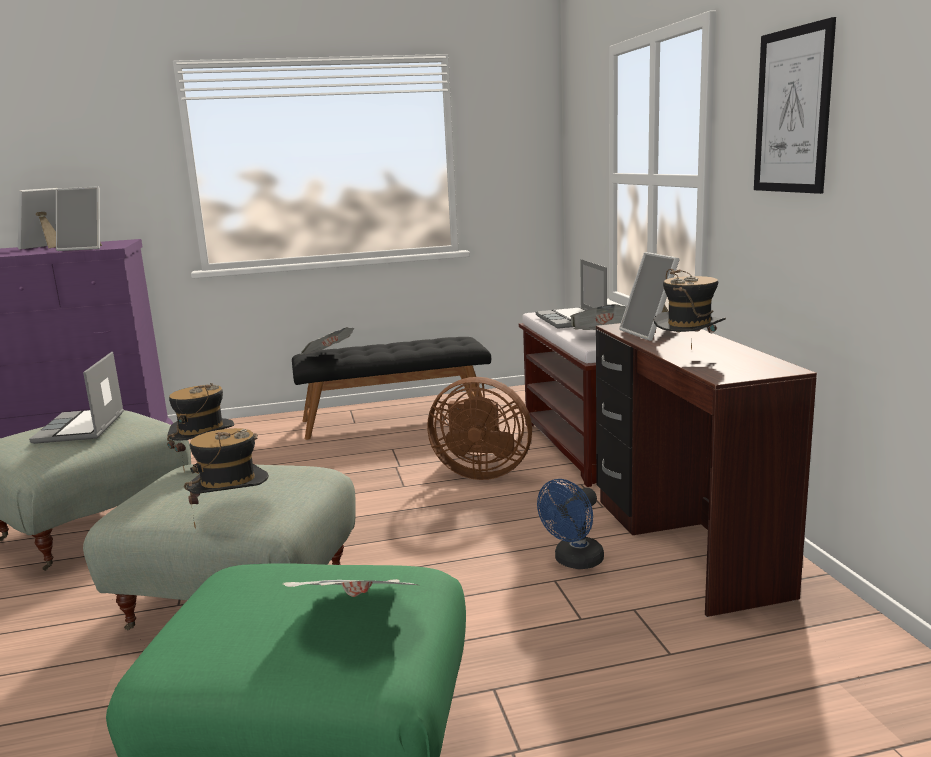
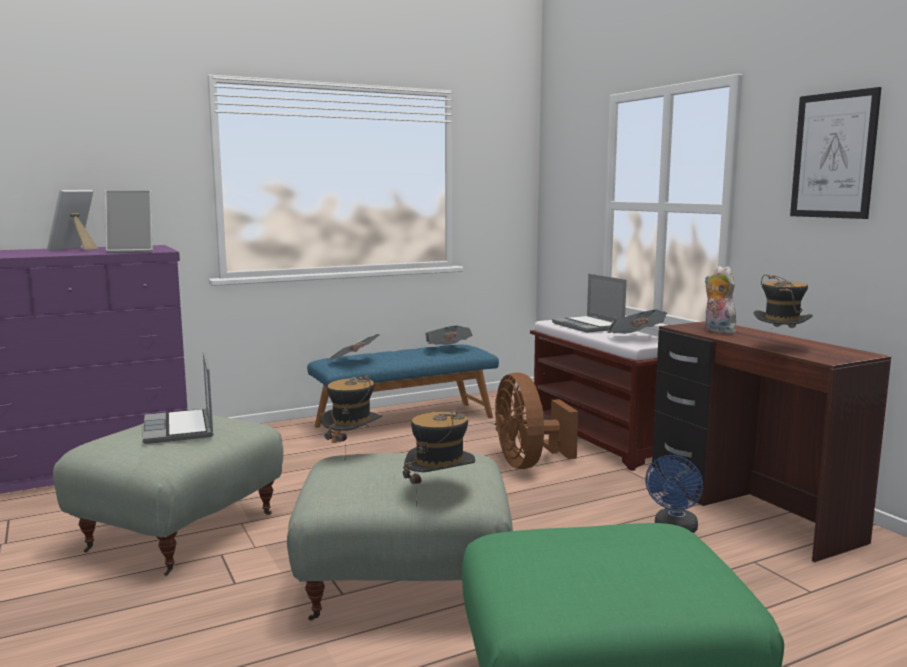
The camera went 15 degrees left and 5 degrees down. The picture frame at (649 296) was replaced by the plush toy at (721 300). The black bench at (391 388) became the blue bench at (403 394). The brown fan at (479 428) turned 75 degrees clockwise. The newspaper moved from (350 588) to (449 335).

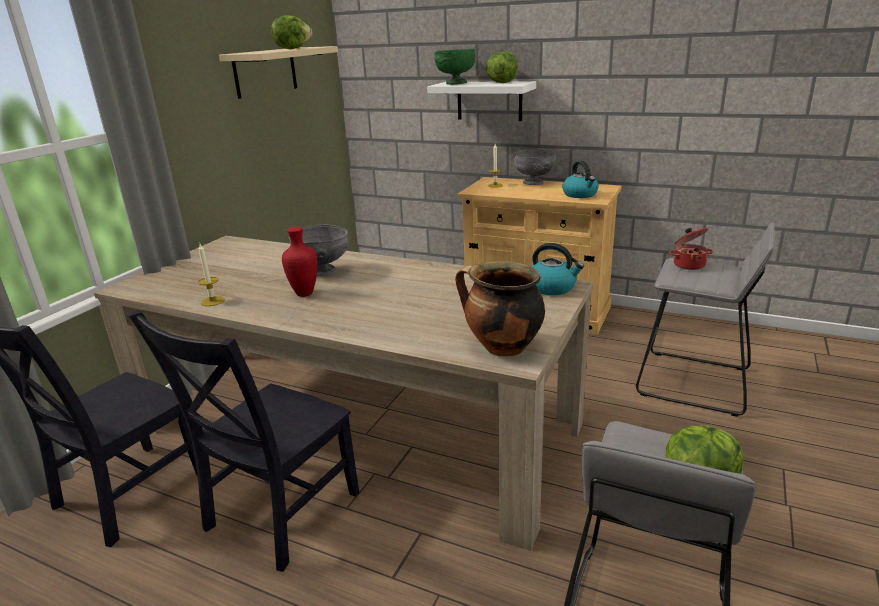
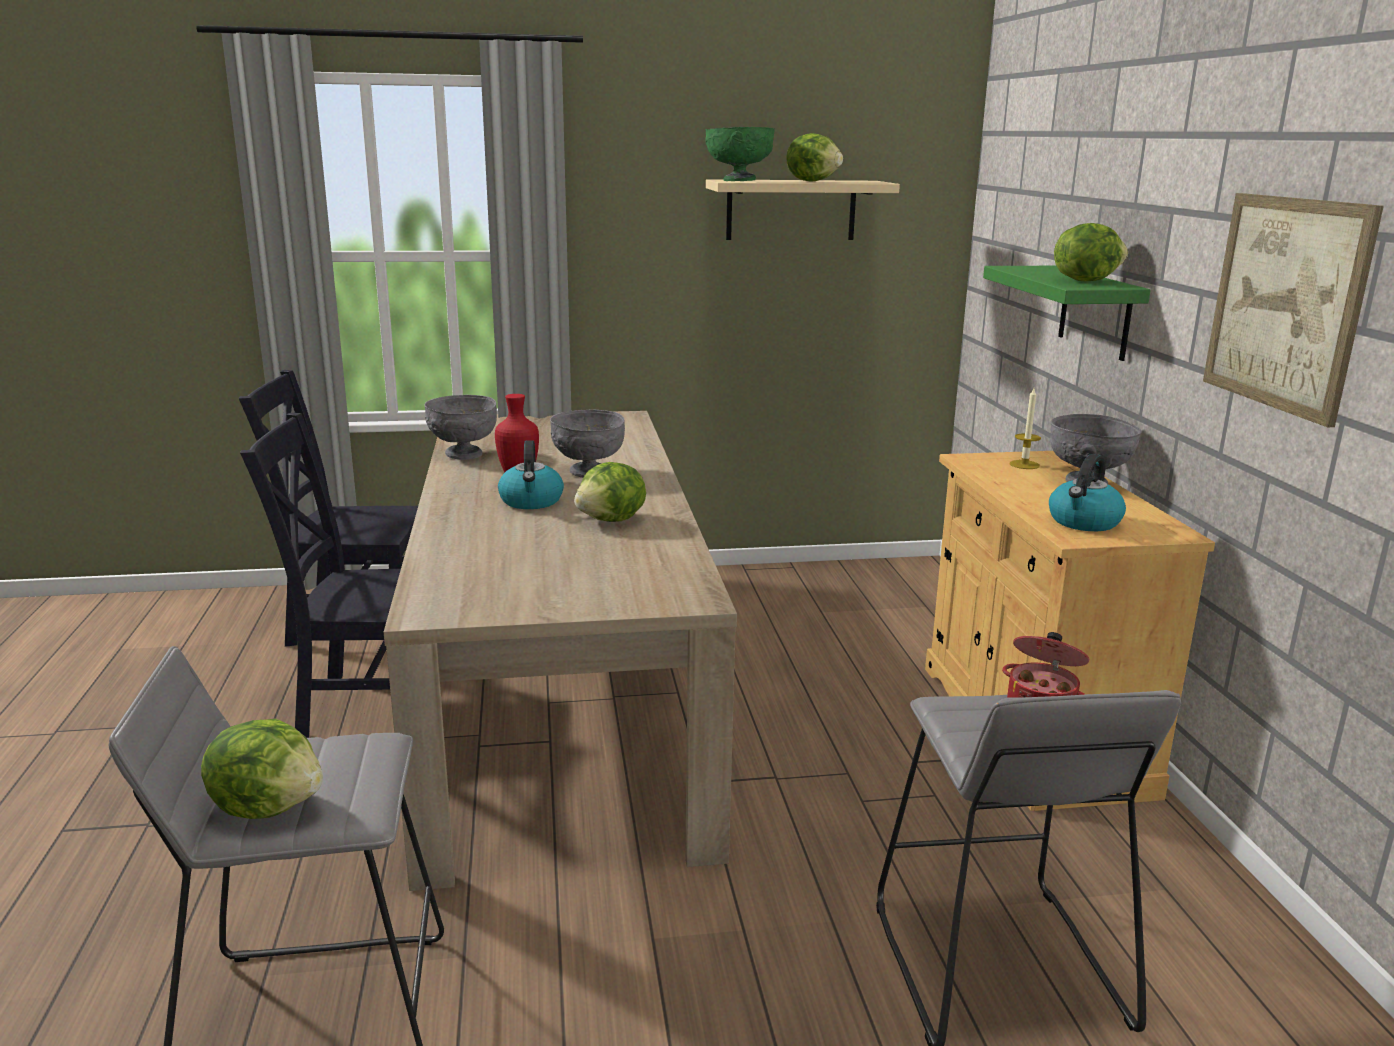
The camera went 55 degrees right and 5 degrees down. The green bowl moved from (455 67) to (740 154). The white shelf at (481 101) became the green shelf at (1067 313). The kettle moved from (557 269) to (531 474). The candle at (211 275) was replaced by the grey bowl at (460 427). The cooking pot at (500 308) disappeared. The picture at (1293 310) appeared. The lettuce at (610 492) appeared.

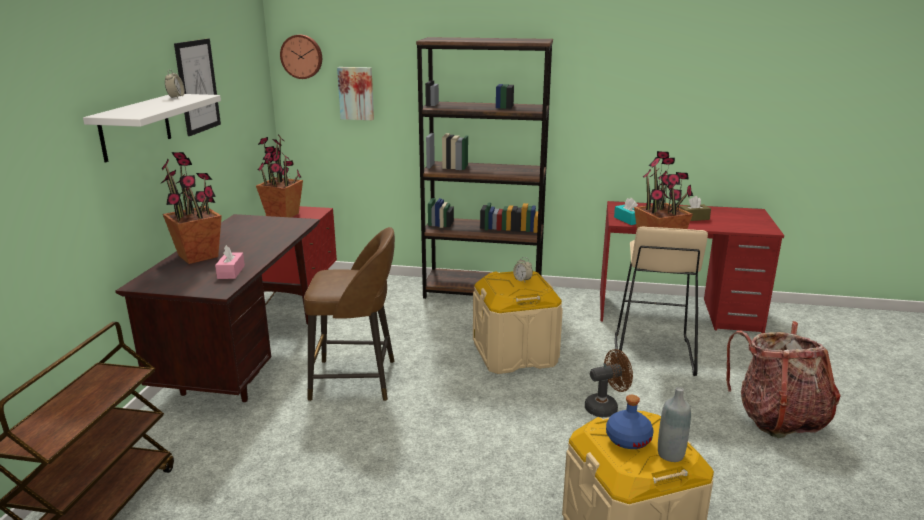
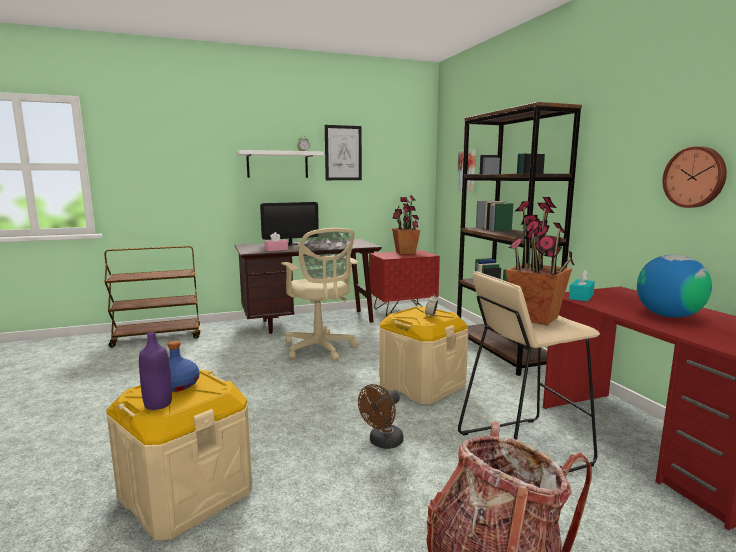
The camera went 60 degrees right and 10 degrees down. The wall clock moved from (301 57) to (694 177). The potted plant at (191 208) was replaced by the monitor at (289 224). The brown tissue box at (695 208) was replaced by the globe at (674 286). The brown stool at (349 314) was replaced by the beige office chair at (319 294). The brown fan at (609 383) turned 90 degrees clockwise. The grey bottle at (674 424) became the purple bottle at (155 371).

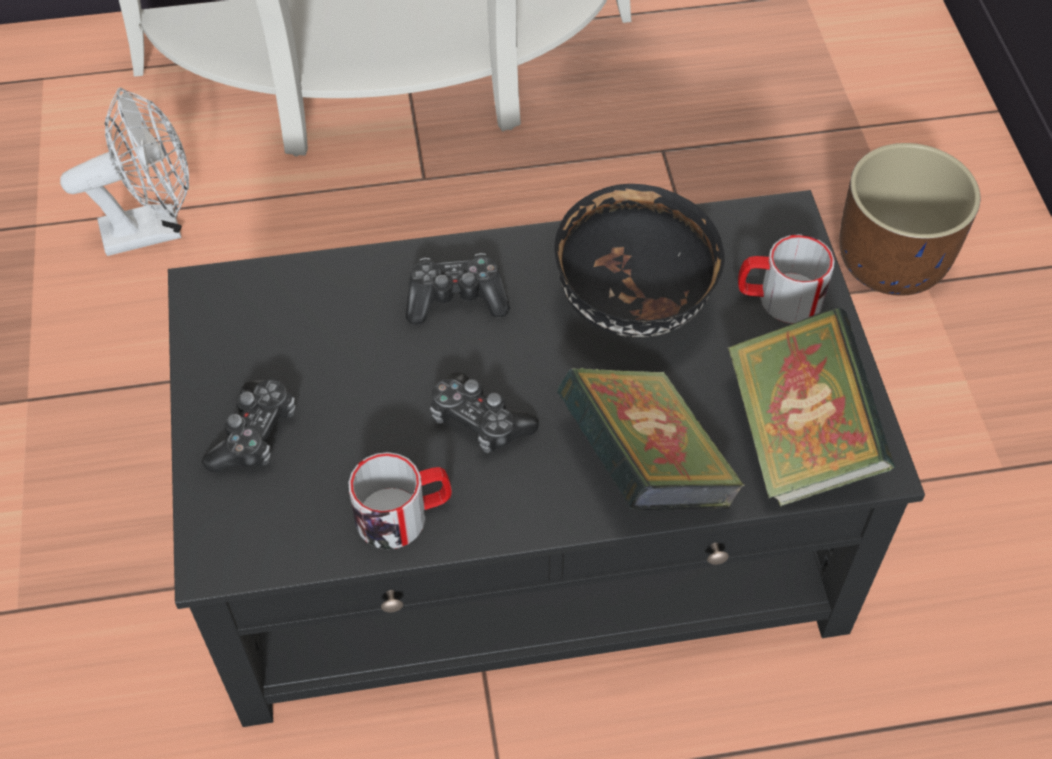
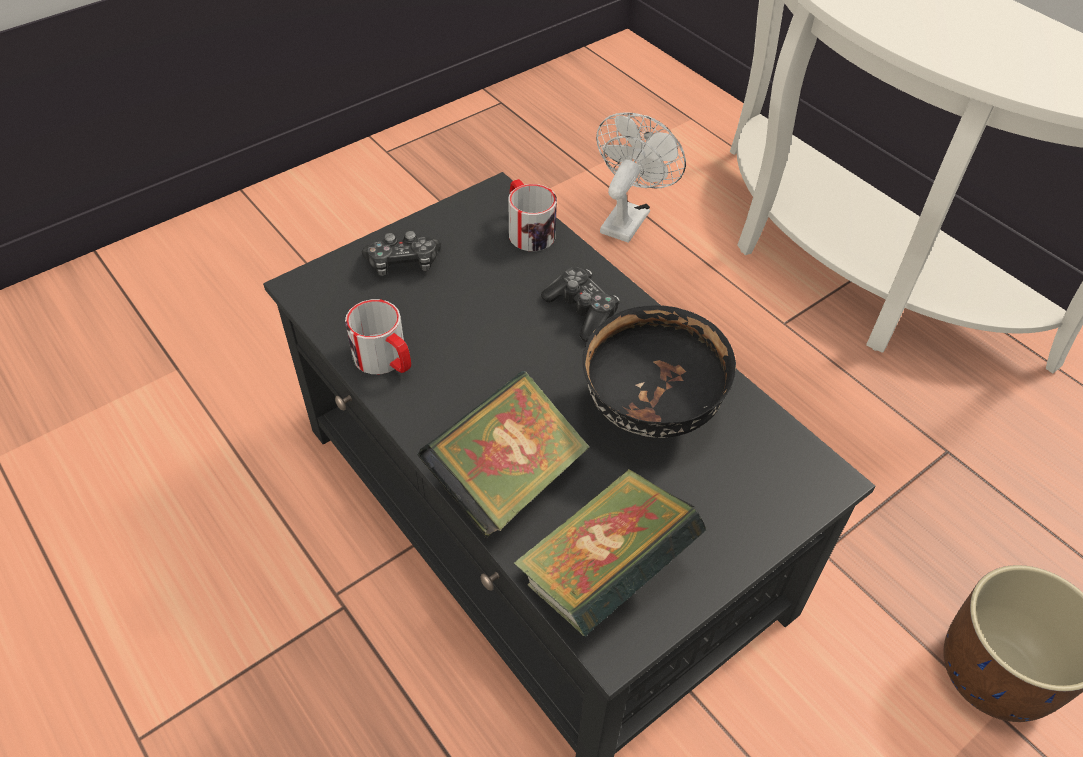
The camera went 60 degrees right and 5 degrees down. The white fan at (124 171) turned 105 degrees counterclockwise. The mug moved from (786 278) to (532 215). The game controller at (484 412) disappeared.

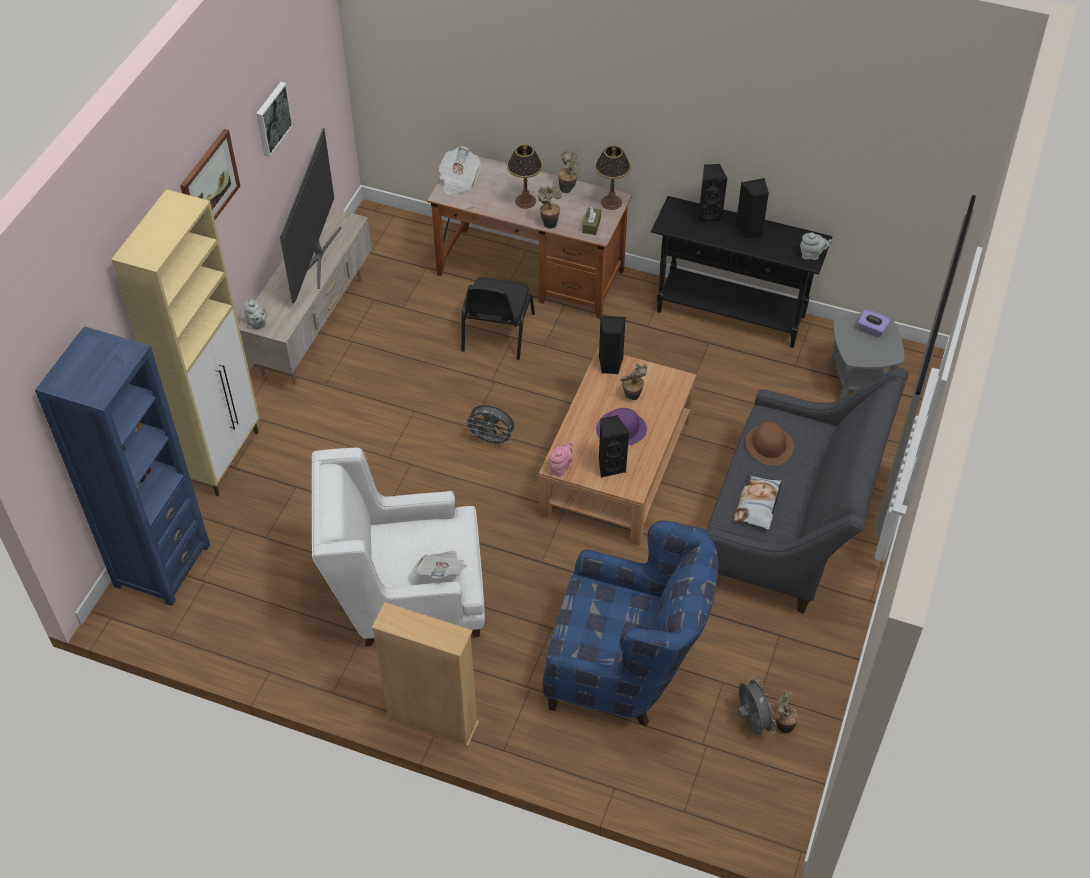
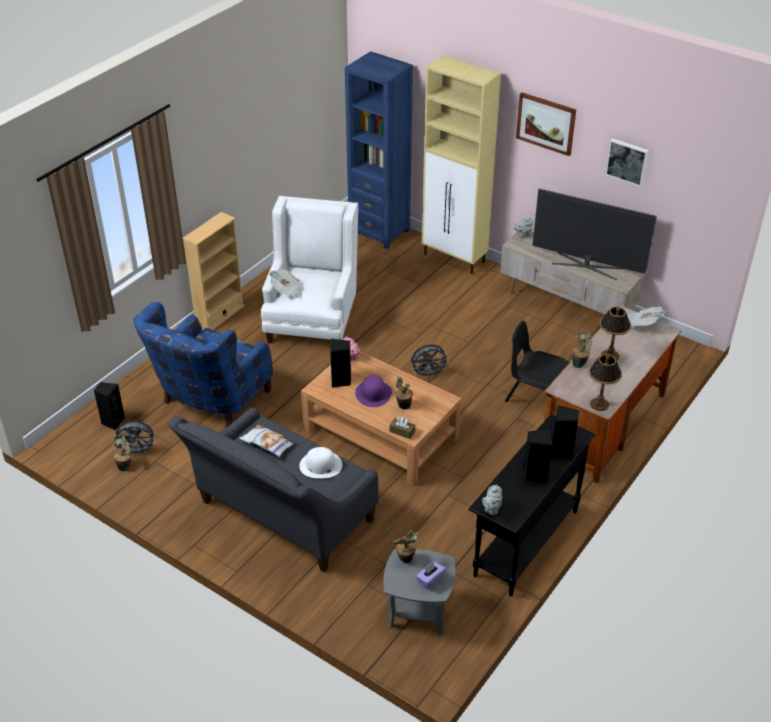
The camera went 105 degrees right and 10 degrees down. The potted plant moved from (568 171) to (405 546). The brown tissue box moved from (591 221) to (402 428). The black speaker moved from (612 344) to (109 406). The grey fan at (489 426) turned 135 degrees counterclockwise. The brown hat at (769 443) became the white hat at (320 463).

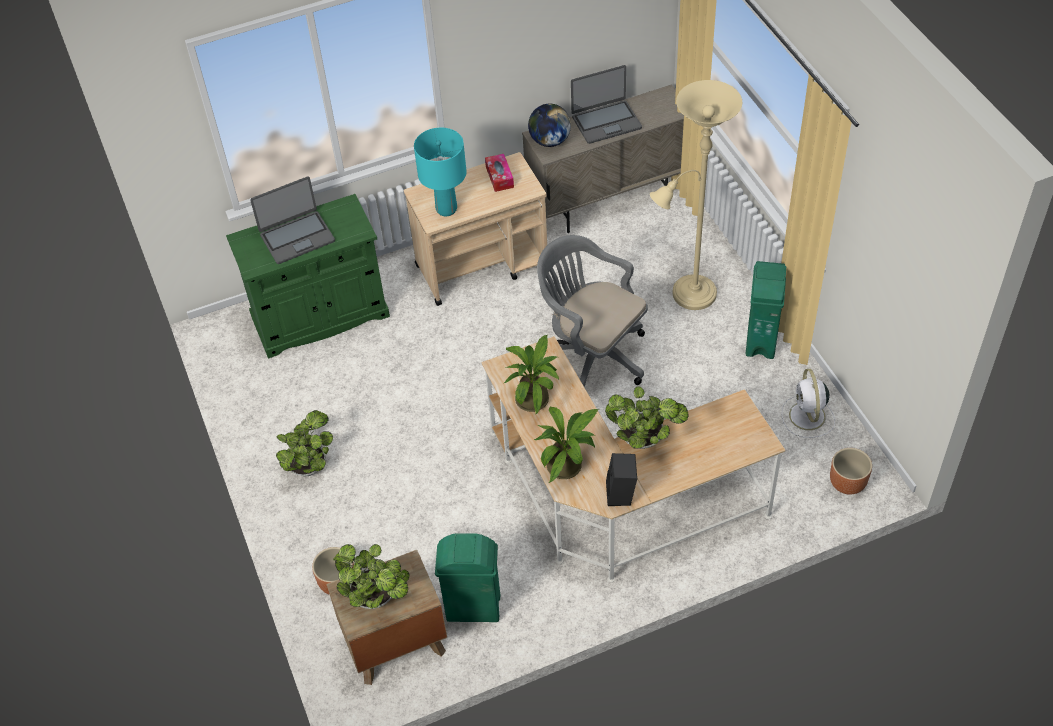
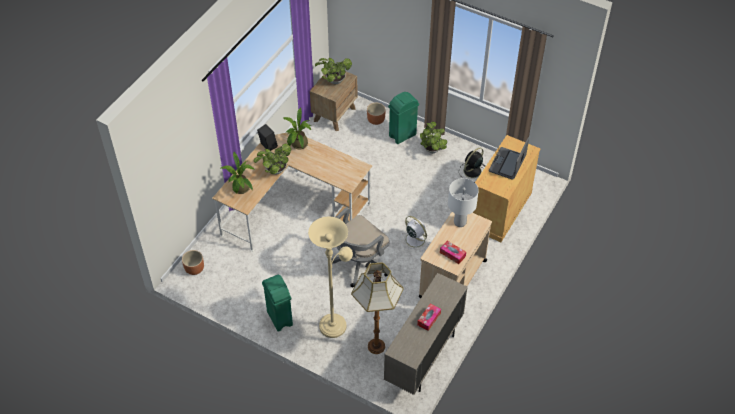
The camera went 140 degrees right and 0 degrees up. The laptop at (606 104) was replaced by the tissue box at (429 317). The globe at (549 125) disappeared. The turquoise table lamp at (440 172) became the white table lamp at (463 202). The green cabinet at (308 276) became the beige cabinet at (506 188). The grey office chair at (592 311) turned 135 degrees clockwise. The potted plant moved from (531 375) to (238 173). The white fan moved from (808 403) to (415 233). The green trash can moved from (467 577) to (403 118). The black fan at (472 163) appeared. The floor lamp at (377 308) appeared.

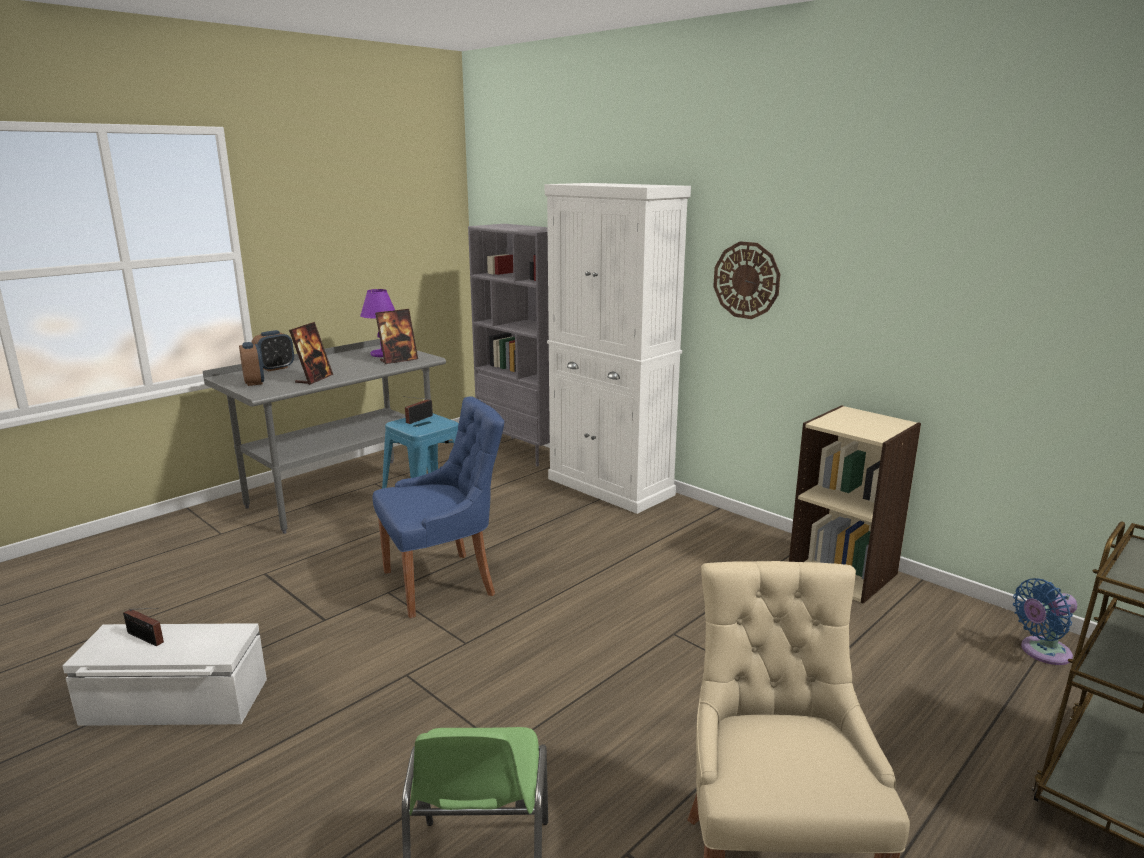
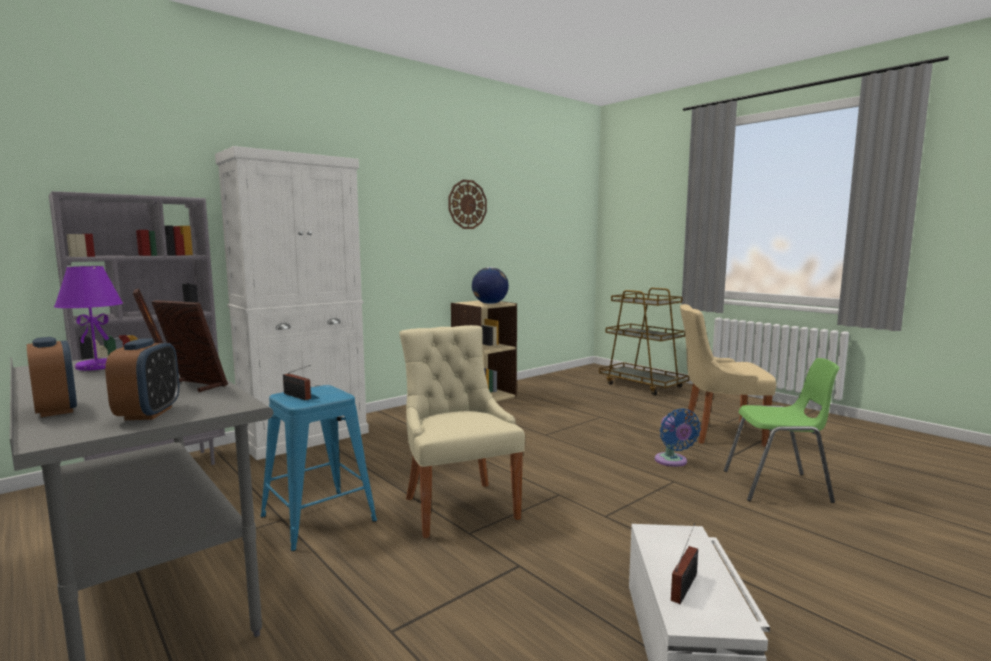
The camera went 85 degrees left and 10 degrees down. The wall clock moved from (746 280) to (467 204). The alarm clock at (251 364) turned 105 degrees clockwise. The blue chair at (438 507) became the beige chair at (462 431). The blue fan moved from (1045 621) to (678 437). The globe at (490 285) appeared.

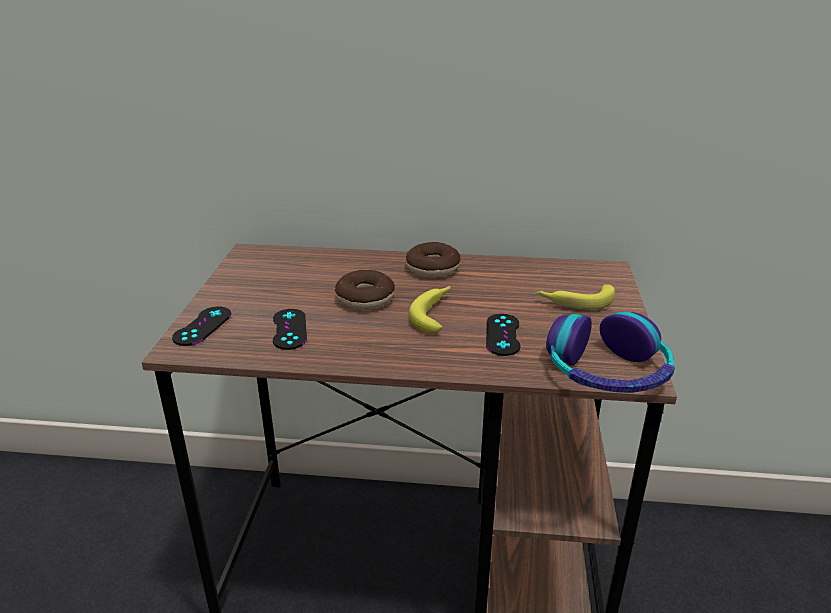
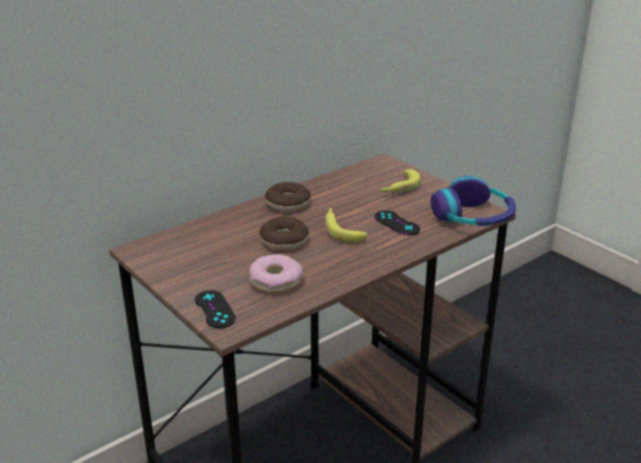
The camera went 45 degrees left and 0 degrees up. The black game controller at (290 329) was replaced by the donut at (276 273).

